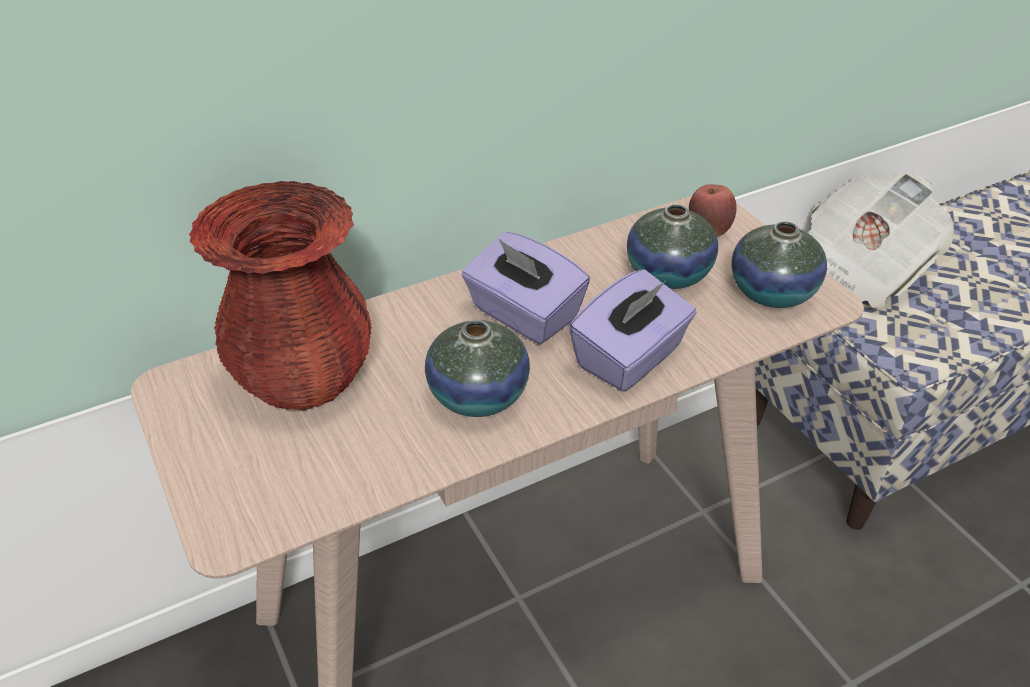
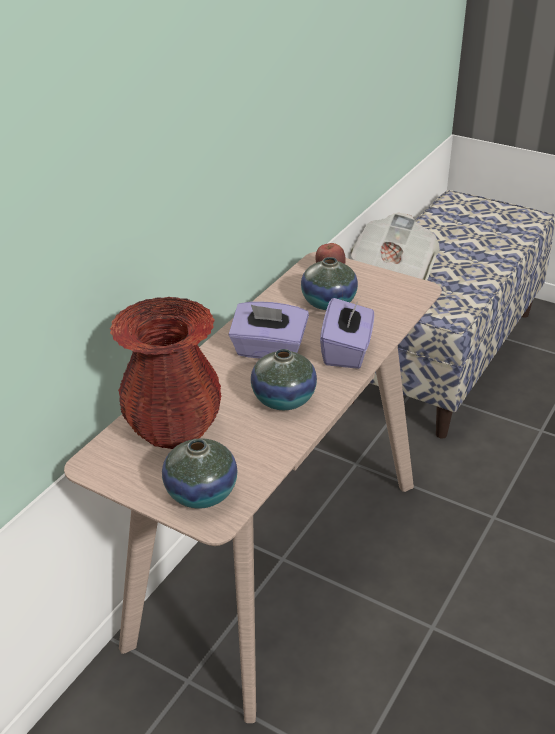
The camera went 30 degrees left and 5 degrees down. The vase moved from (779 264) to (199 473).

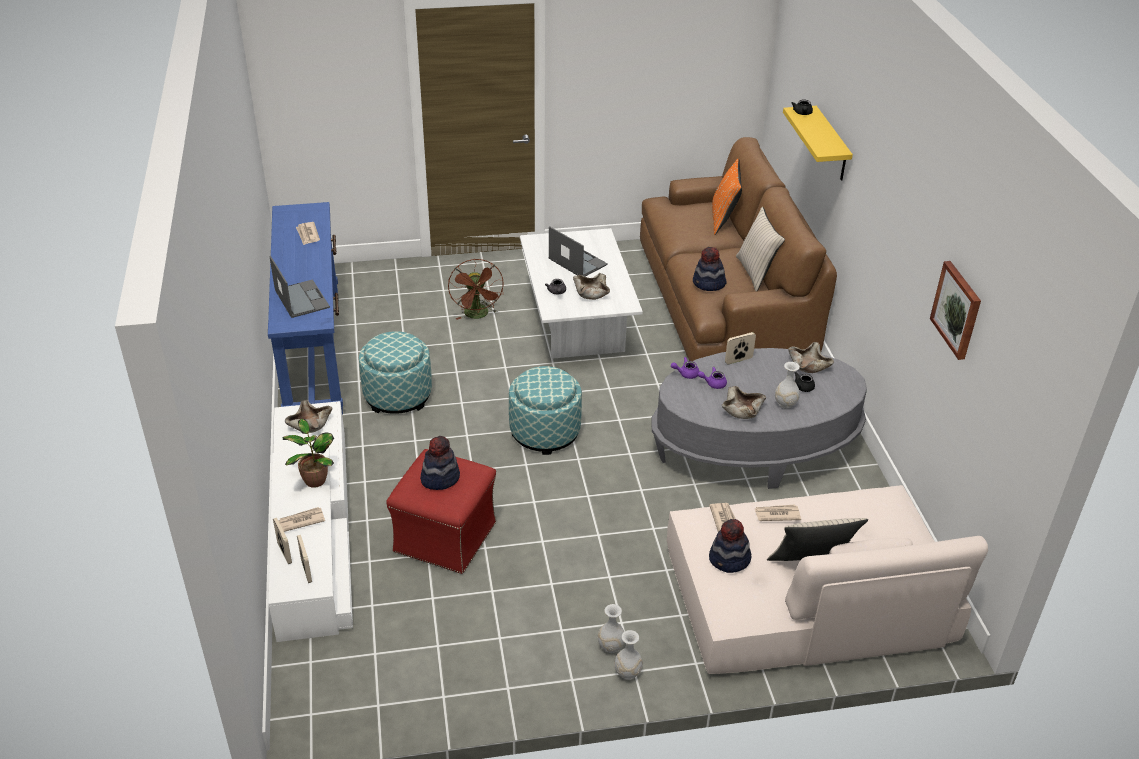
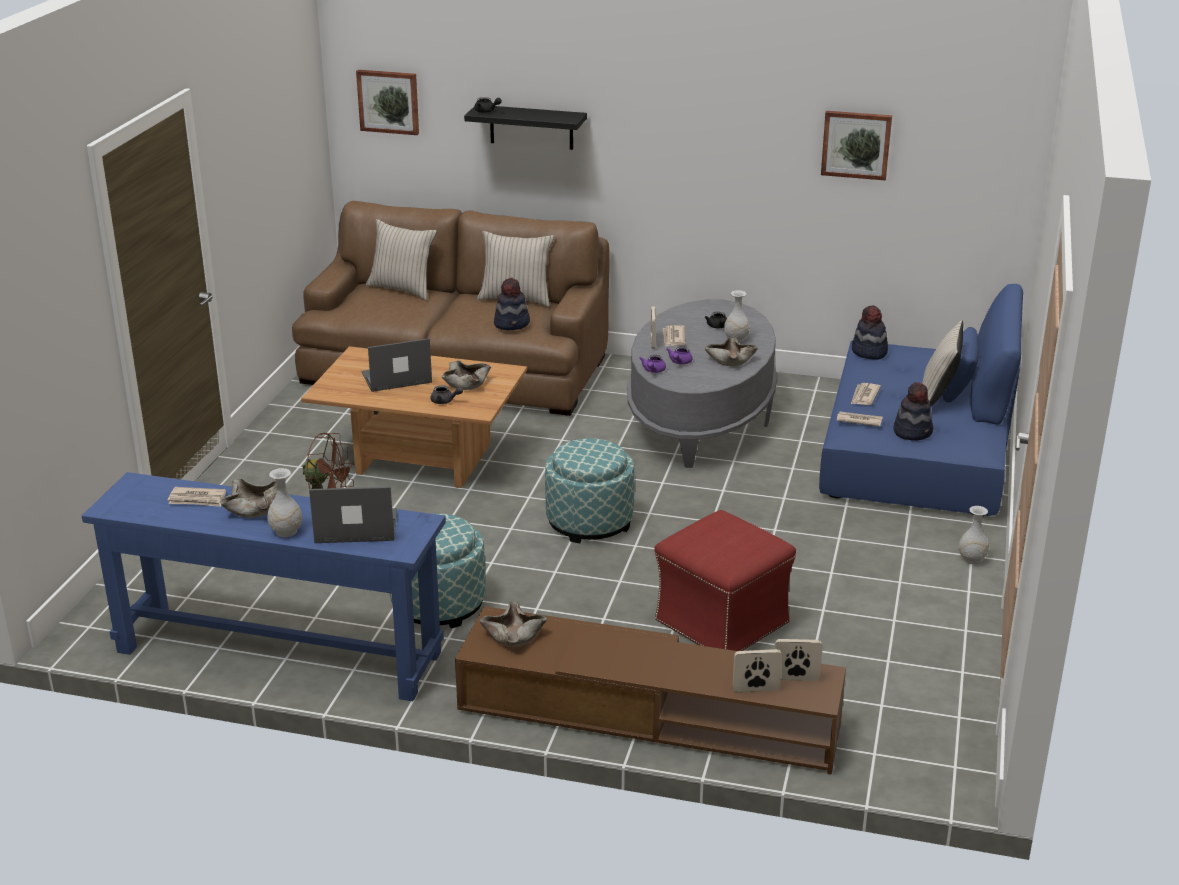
The camera went 65 degrees left and 10 degrees down. The yellow shelf at (818 143) became the black shelf at (525 128). The orange pillow at (727 196) became the beige pillow at (401 259). The white coffee table at (581 293) became the brown coffee table at (414 417). The beige bowl moved from (811 357) to (248 498). The white tv stand at (311 521) became the brown tv stand at (650 690). The potted plant at (308 453) disappeared. The hat moved from (440 463) to (870 332). The beige sofa at (827 579) became the blue sofa at (921 400). The newspaper moved from (301 519) to (674 336). The white vase moved from (611 628) to (284 502). The picture at (387 102) appeared.

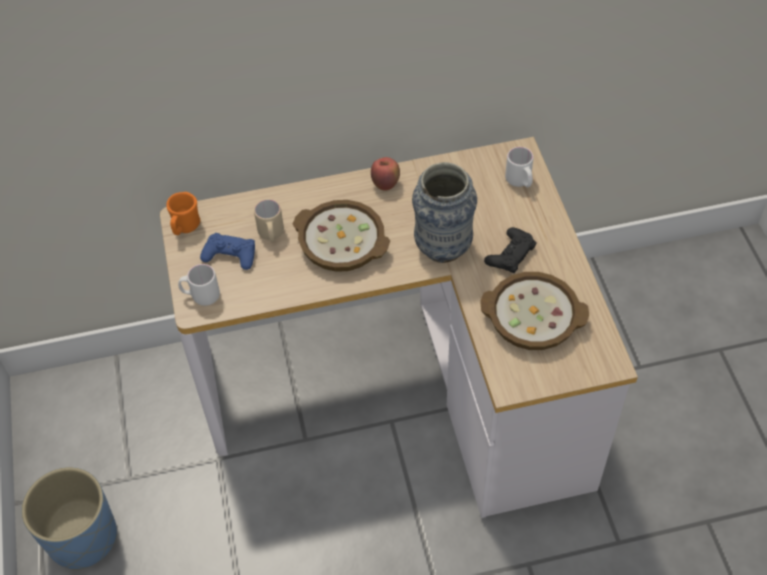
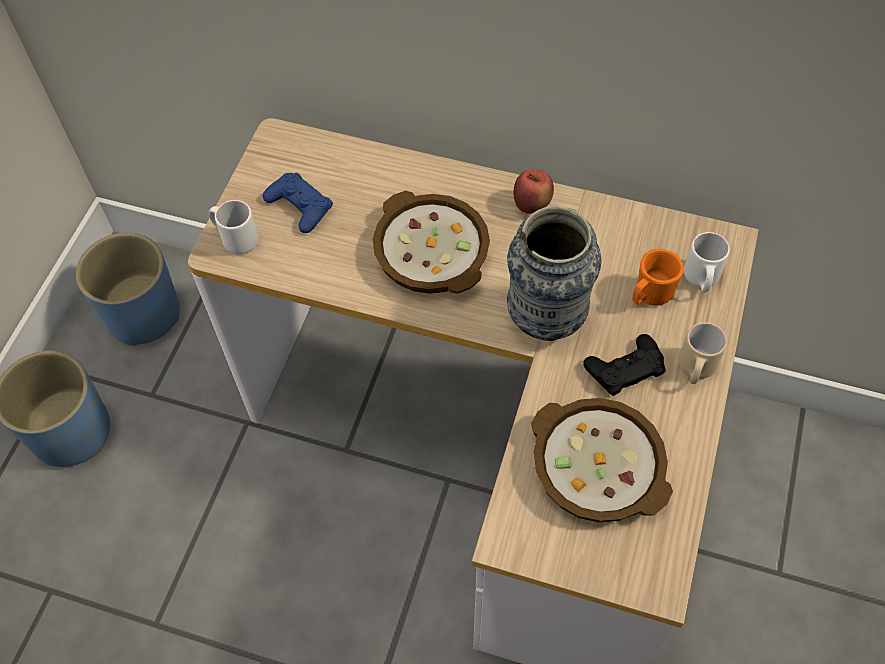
The camera went 30 degrees right and 5 degrees up. The orange mug moved from (183 213) to (658 277). The beige mug moved from (269 220) to (703 353). The blue planter at (128 289) appeared.

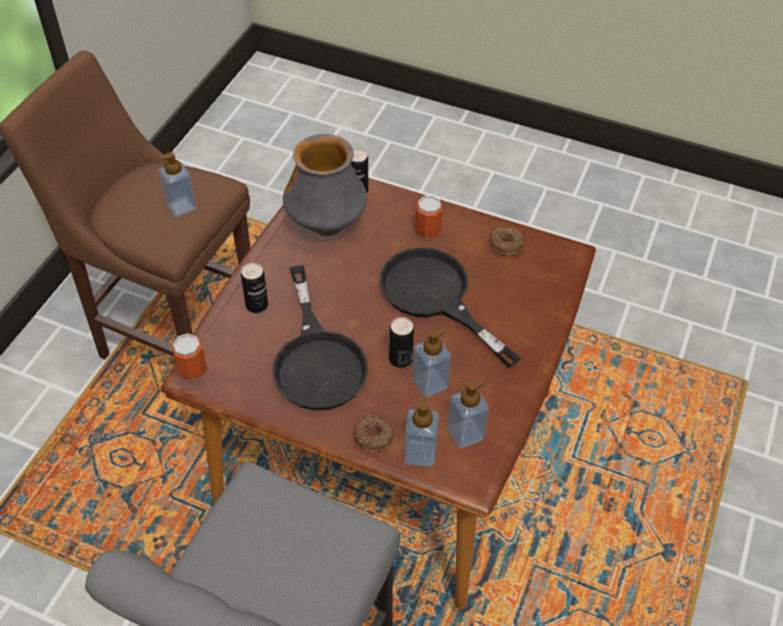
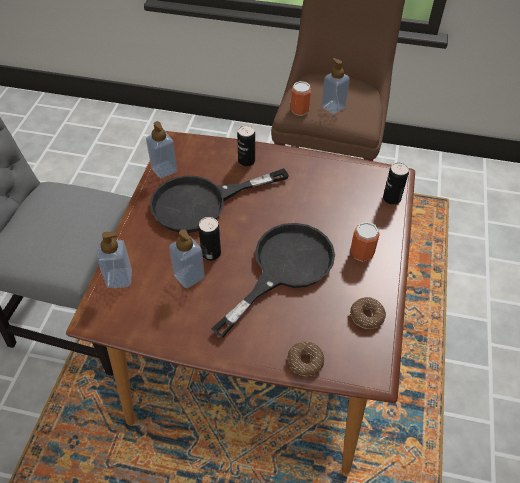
The camera went 80 degrees right and 0 degrees up. The vase at (325 185) disappeared. The can moved from (189 357) to (301 98). The soap dispenser moved from (468 414) to (162 149). The donut moved from (373 433) to (305 359).

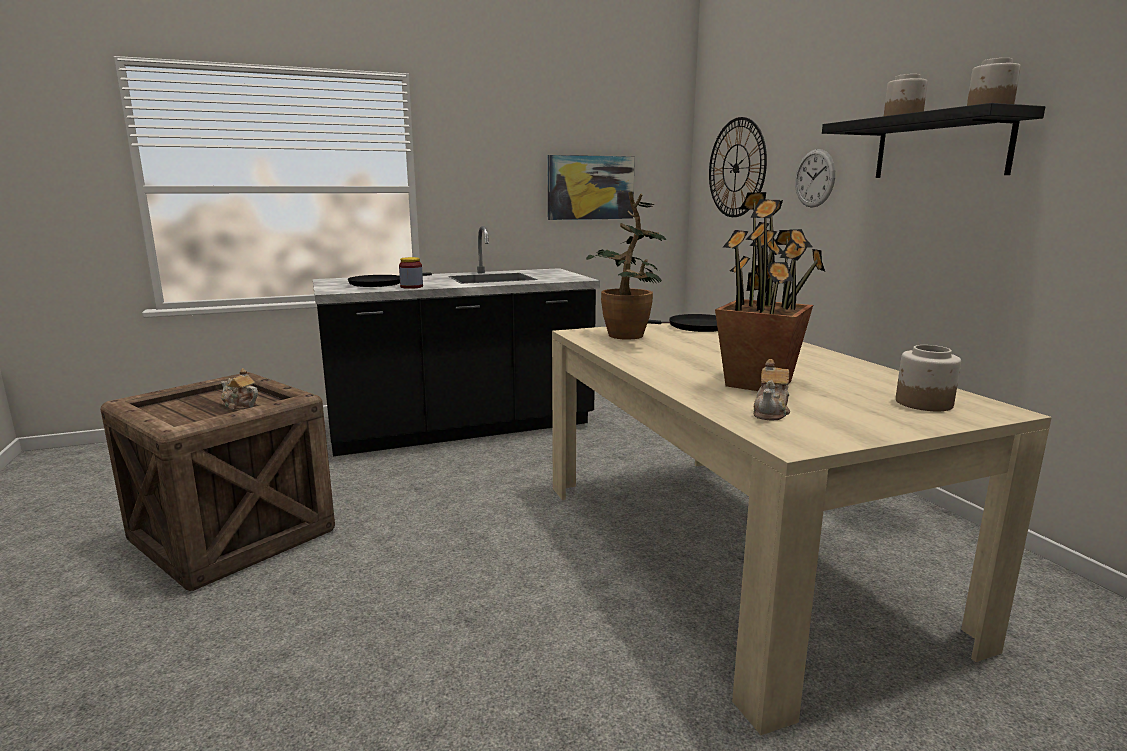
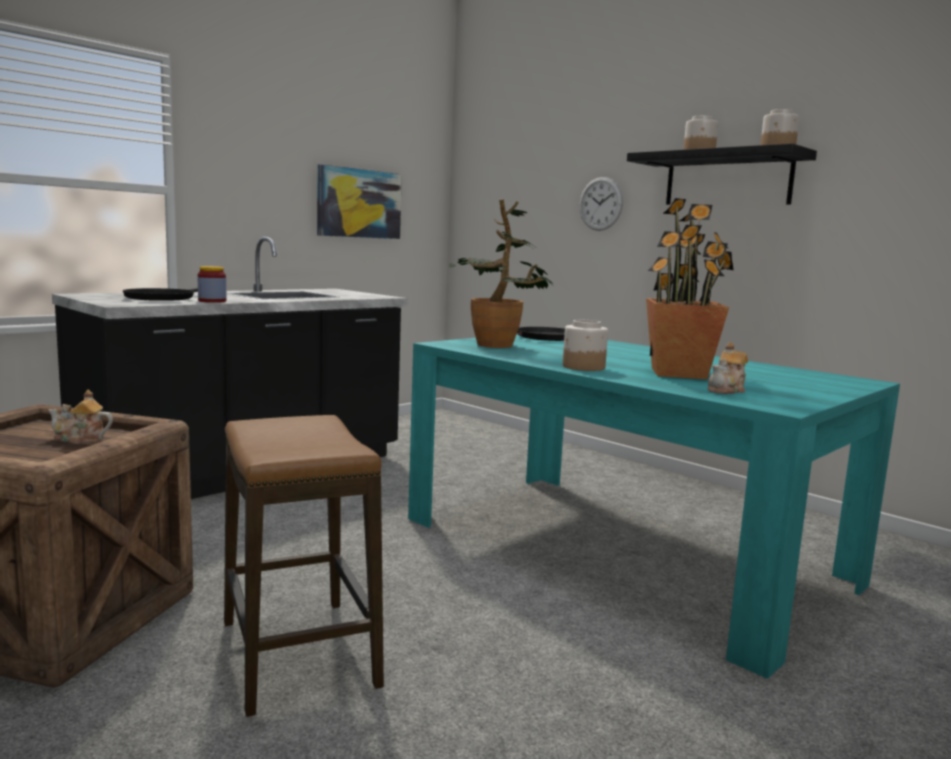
The camera went 25 degrees left and 5 degrees down. The wall clock at (738 167) disappeared. The beige dining table at (802 529) became the turquoise dining table at (654 506). The jar moved from (928 378) to (585 345). The teapot at (771 390) turned 45 degrees clockwise. The stool at (304 566) appeared.

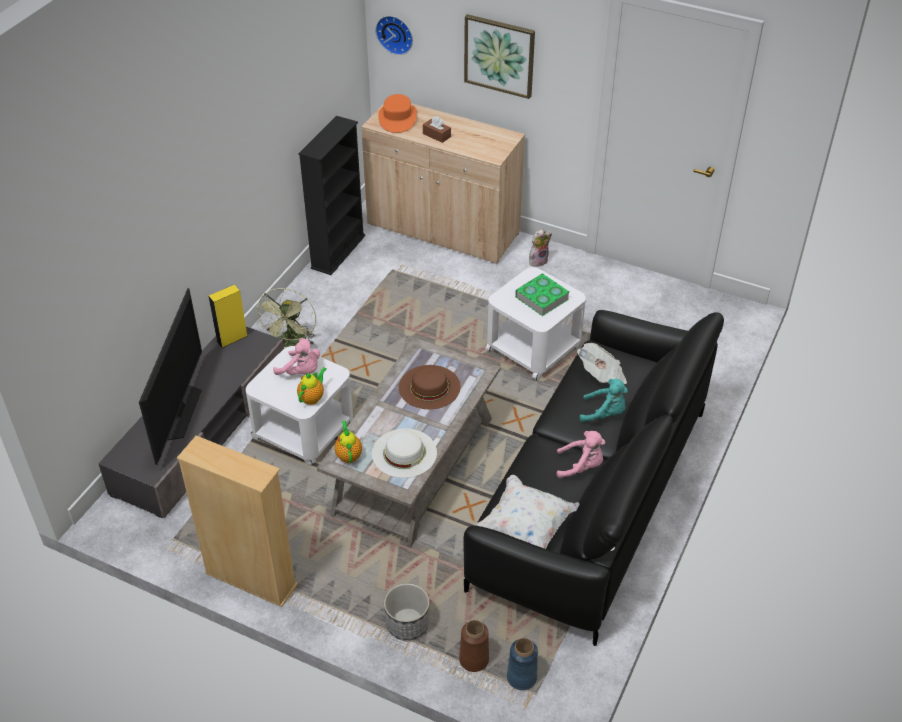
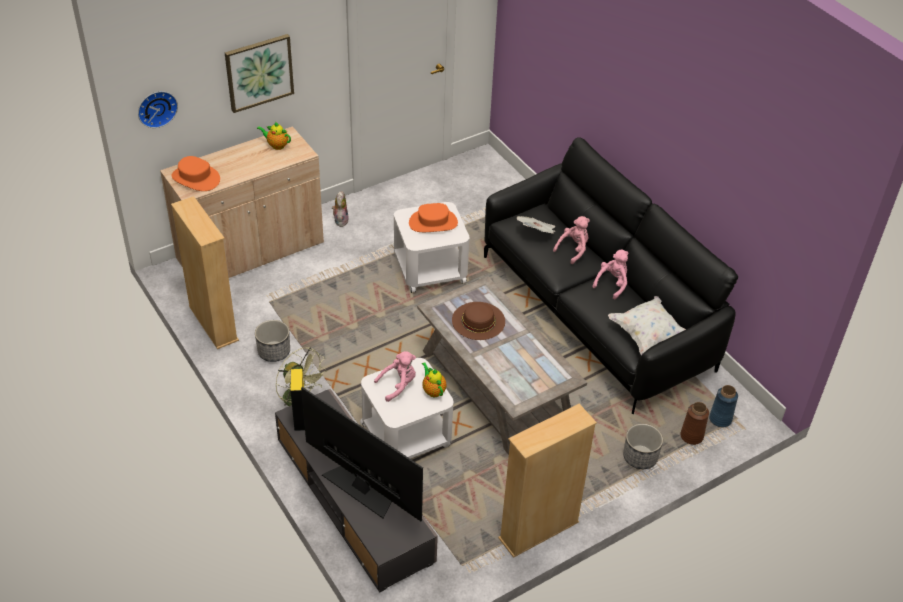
The camera went 60 degrees left and 0 degrees up. The black bookcase at (331 195) became the beige bookcase at (205 272). The brown tissue box at (437 129) disappeared. The book at (542 295) was replaced by the orange hat at (433 217). The turquoise plush toy at (603 400) became the pink plush toy at (571 240). The teapot moved from (348 442) to (274 135). The white hat at (404 453) disappeared. The planter at (272 341) appeared.

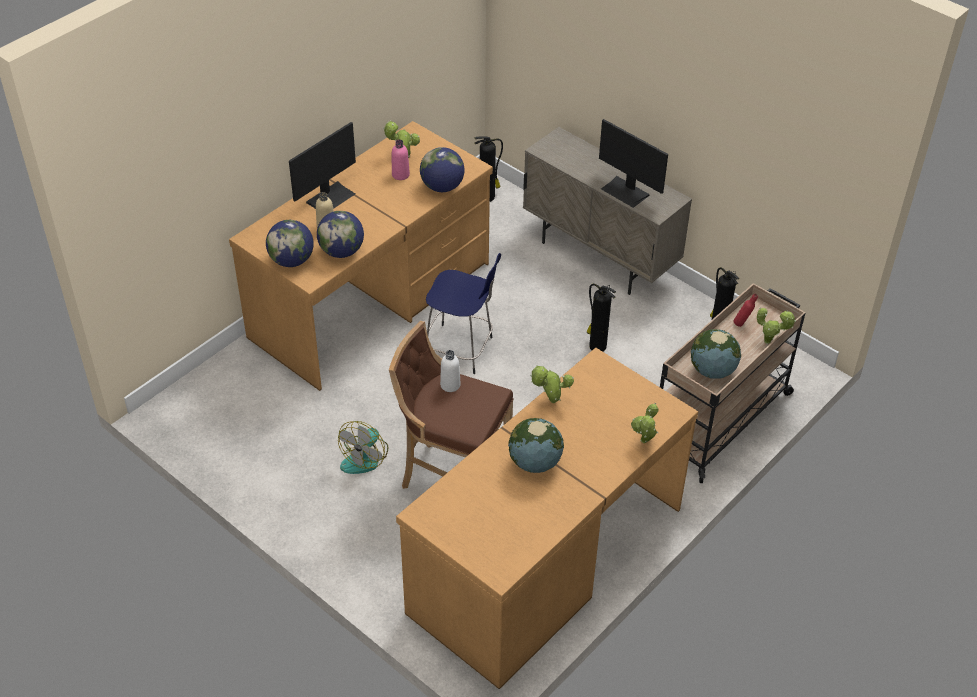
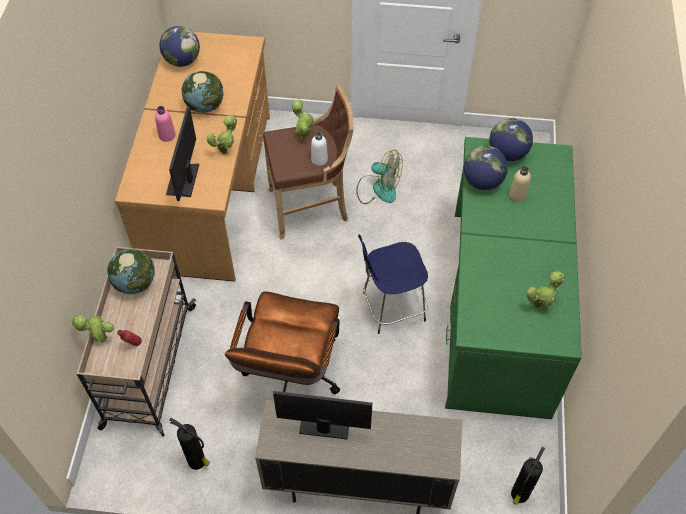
The camera went 145 degrees right and 10 degrees up. The brown desk at (361 256) became the green desk at (513 278). The monitor moved from (322 165) to (182 153). The pink bottle moved from (401 160) to (165 124). The globe moved from (442 169) to (180 46). The fire extinguisher at (601 318) was replaced by the brown office chair at (282 342). The potted plant moved from (644 422) to (303 119). The fan at (363 447) turned 120 degrees clockwise.

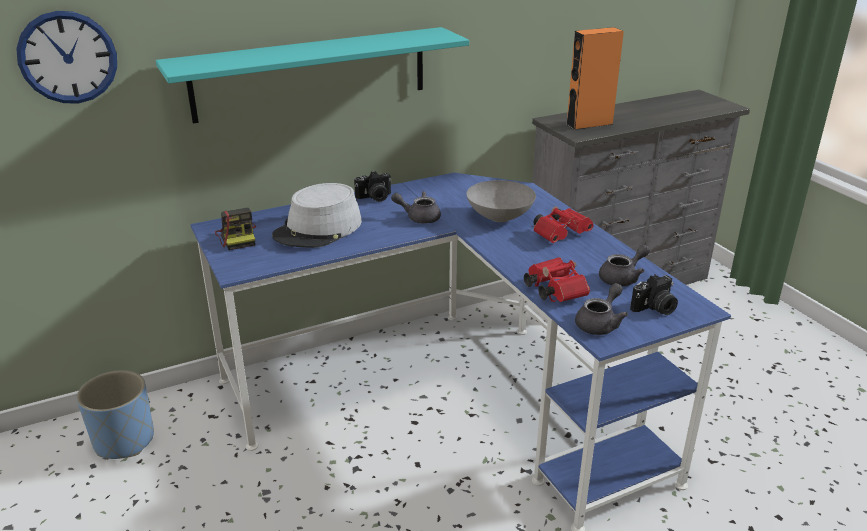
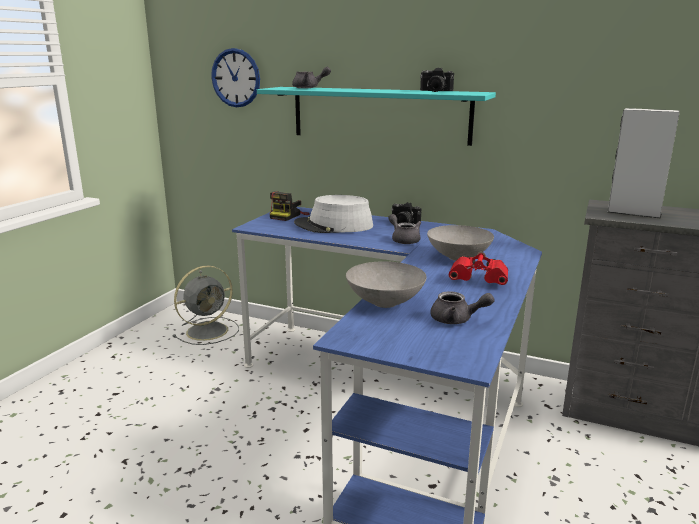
The camera went 50 degrees right and 10 degrees down. The orange speaker at (595 78) became the grey speaker at (643 163). The red binoculars at (557 279) was replaced by the grey bowl at (386 284). The photo camera moved from (654 294) to (437 80). The grey teapot moved from (601 309) to (311 77). The blue planter at (115 414) was replaced by the grey fan at (206 305).

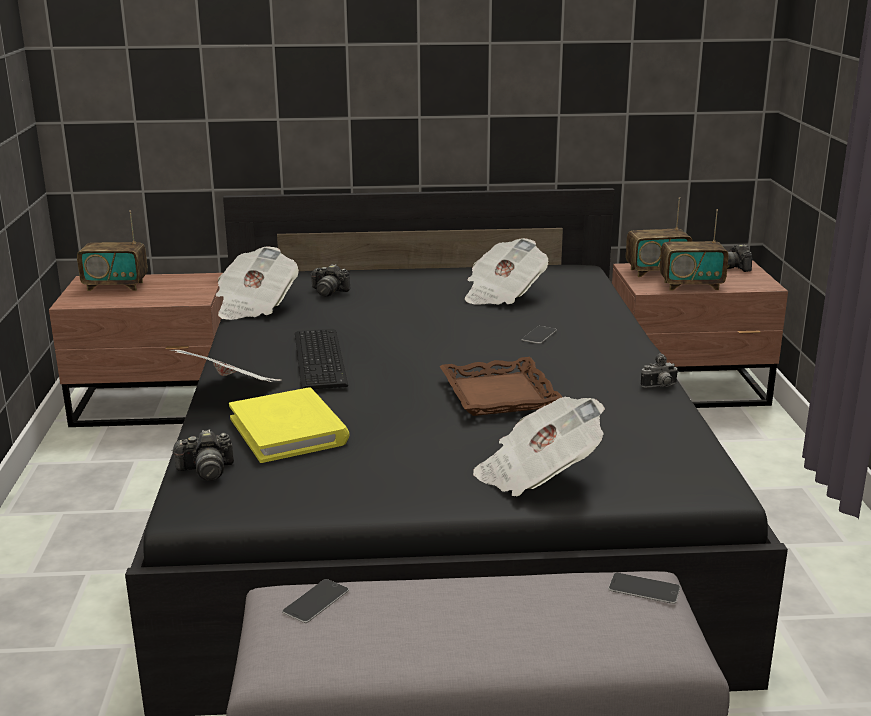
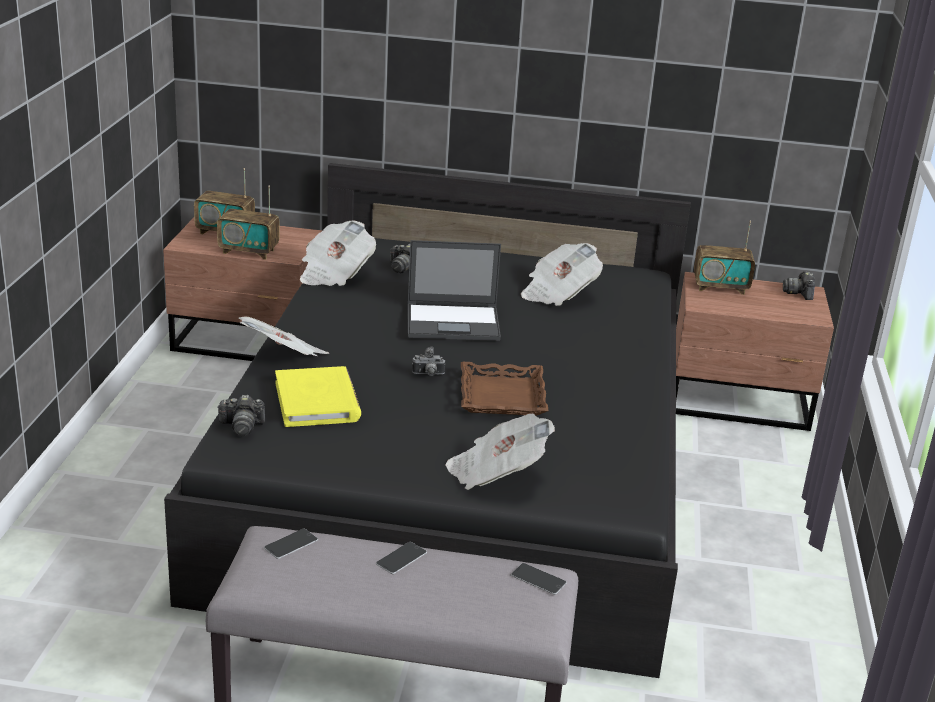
The camera went 10 degrees right and 5 degrees up. The radio moved from (694 250) to (248 222). The phone moved from (539 335) to (401 558). The keyboard at (321 359) disappeared. The photo camera moved from (659 370) to (428 361). The laptop at (454 290) appeared.

